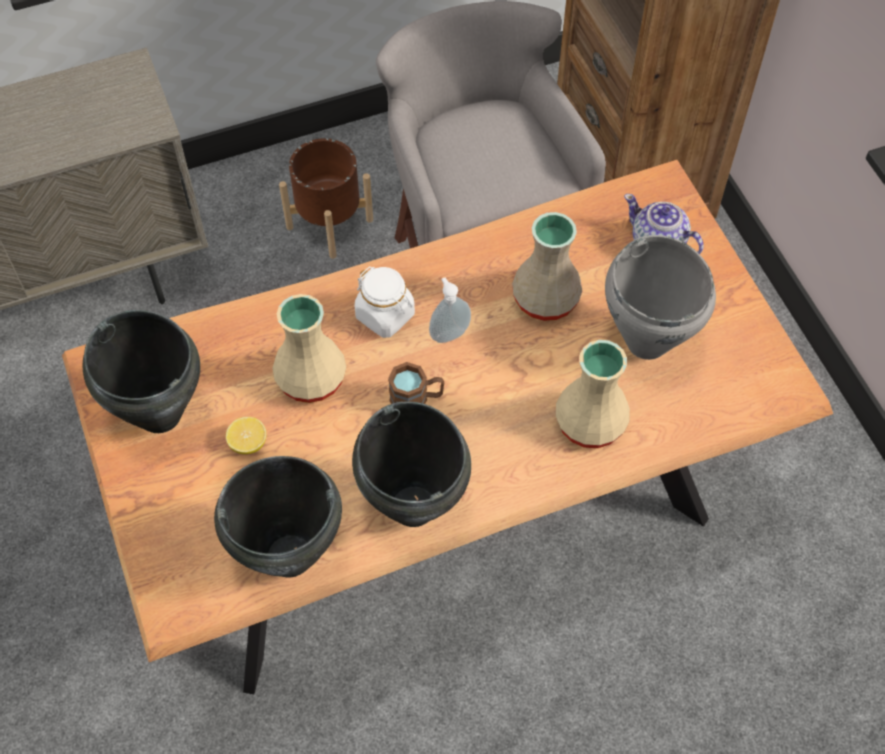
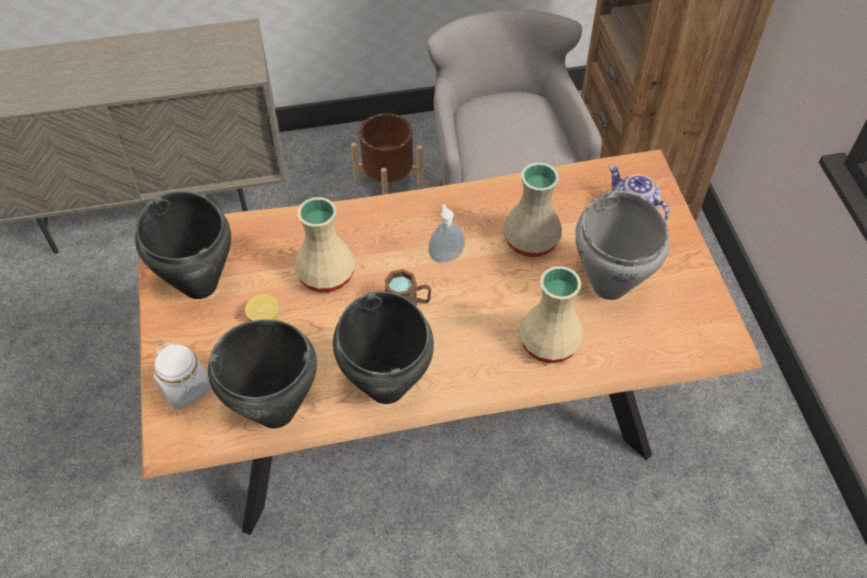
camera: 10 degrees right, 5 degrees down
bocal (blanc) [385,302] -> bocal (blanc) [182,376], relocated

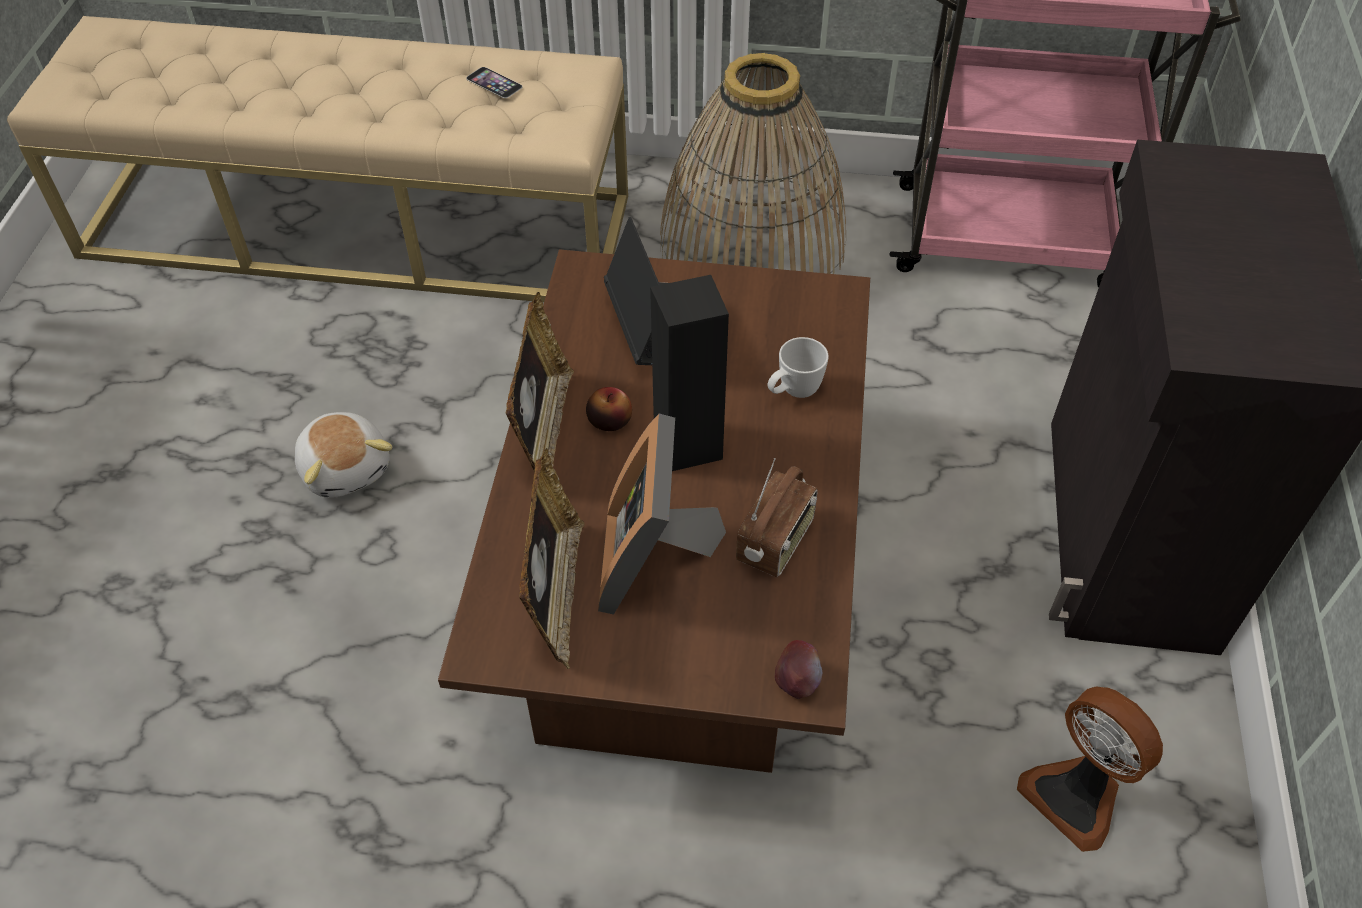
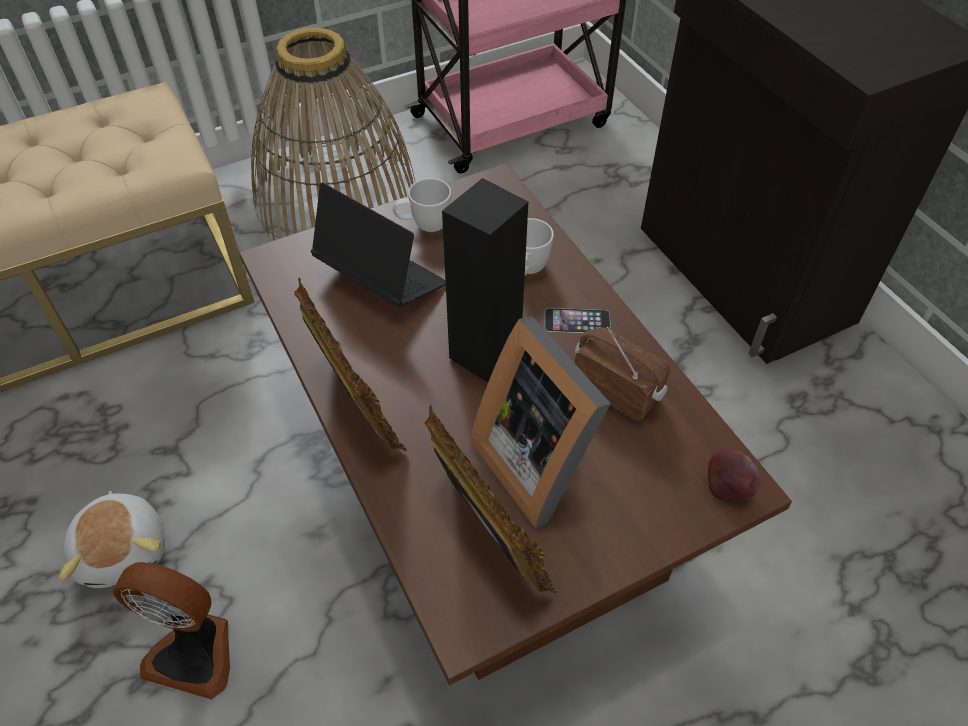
camera: 35 degrees left, 0 degrees up
peluche [343,455] -> peluche [112,539], 45 degrees clockwise
téléphone [494,82] -> téléphone [578,320], relocated
pomme [609,409] -> none
radio [777,517] -> radio [622,373], 45 degrees counterclockwise
ventilateur [1090,769] -> ventilateur [171,630], relocated
none -> mug (blanc) [422,205]

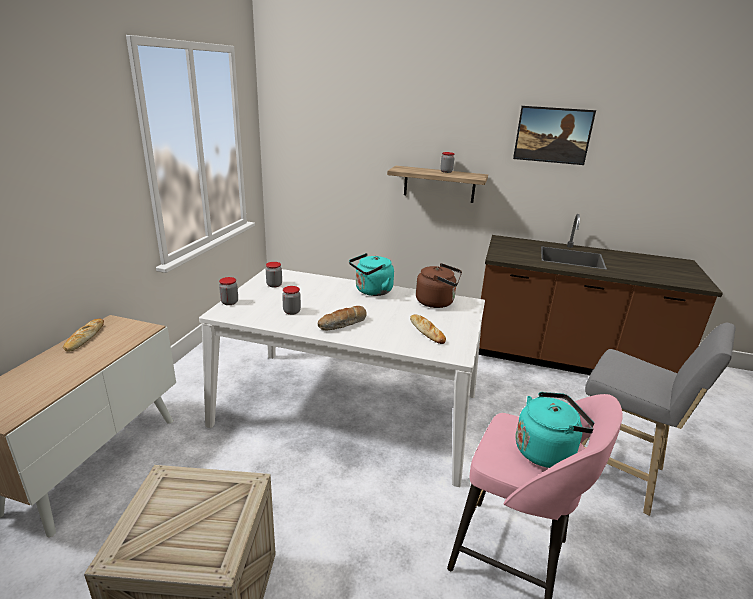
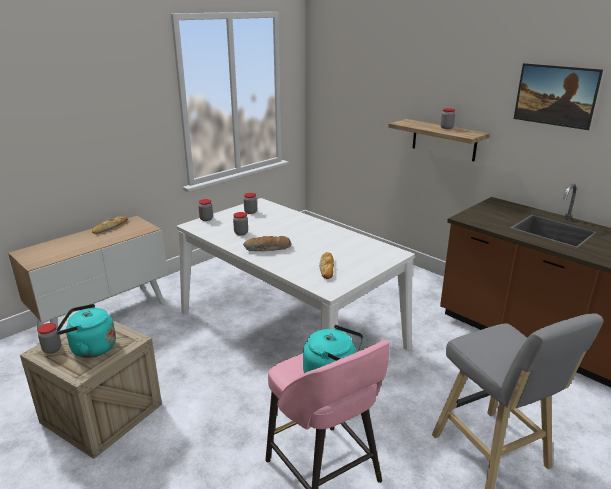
camera: 30 degrees right, 0 degrees up
bouilloire (turquoise) [371,274] -> bouilloire (turquoise) [86,331], relocated
bouilloire (marron) [439,285] -> none
none -> bocal [49,338]

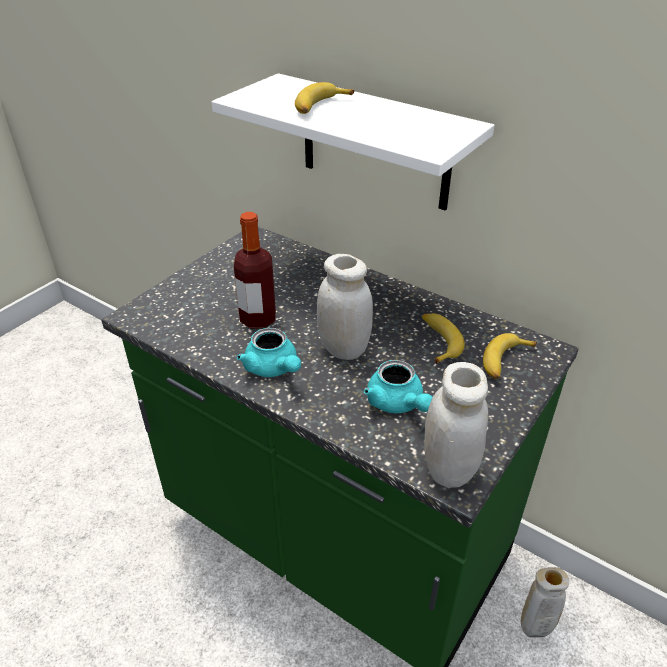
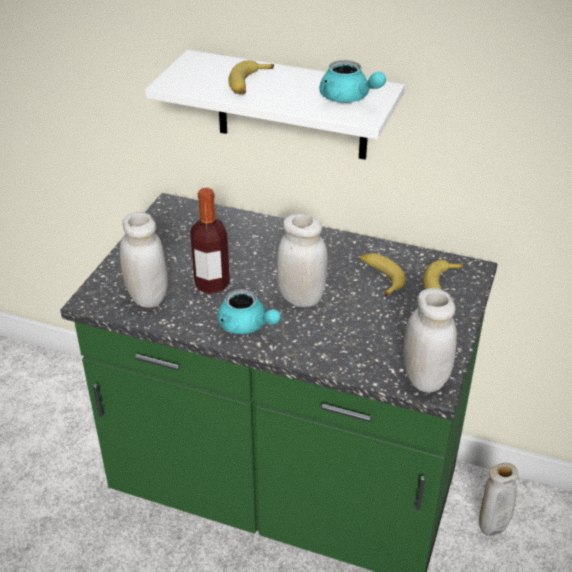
camera: 15 degrees left, 0 degrees up
théière (turquoise) [398,387] -> théière (turquoise) [353,81], relocated
none -> bocal (blanc) [144,260]

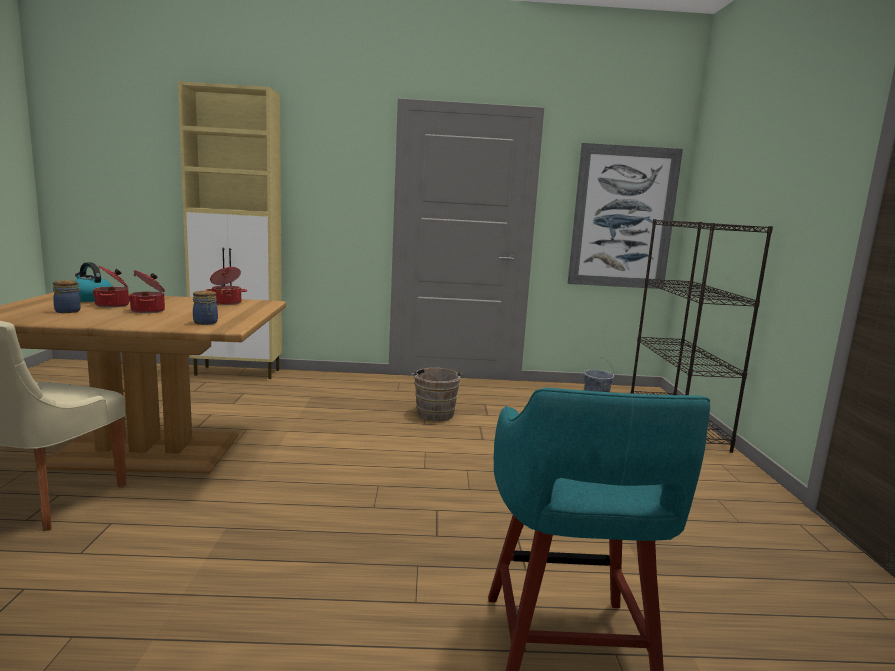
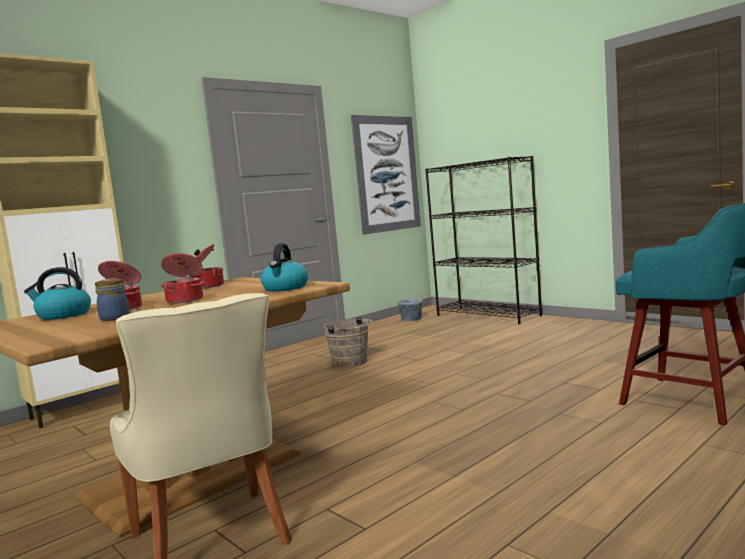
camera: 40 degrees left, 5 degrees down
bocal [205,308] -> bouilloire [284,267]

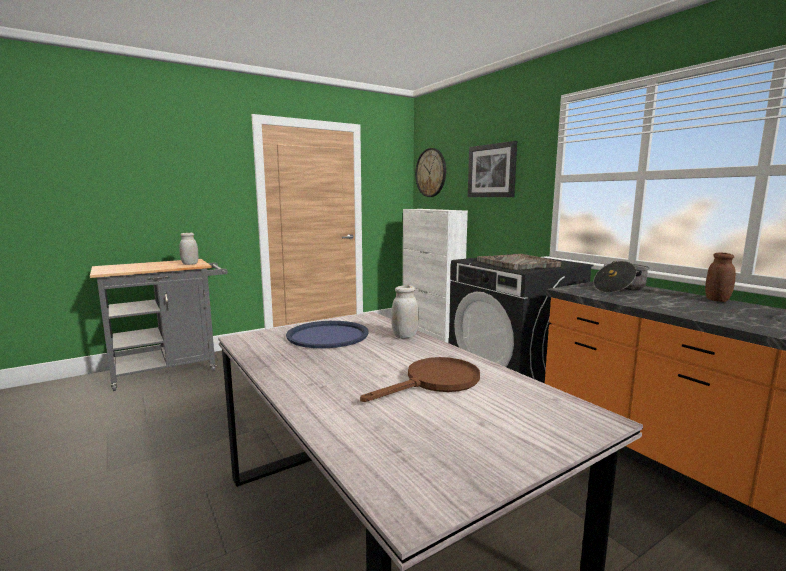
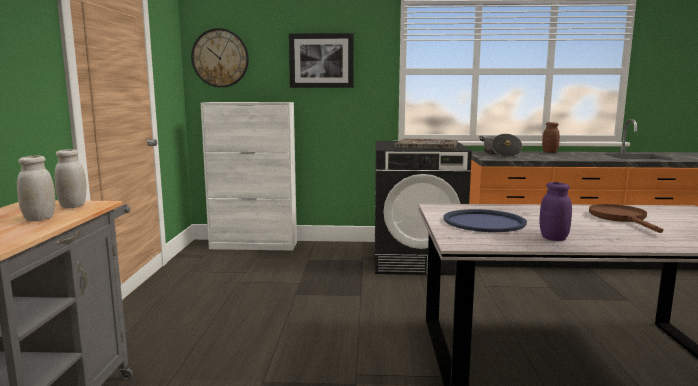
camera: 55 degrees left, 0 degrees up
bocal (blanc) [405,311] -> bocal (blanc) [36,188], relocated
none -> bocal (violet) [555,211]

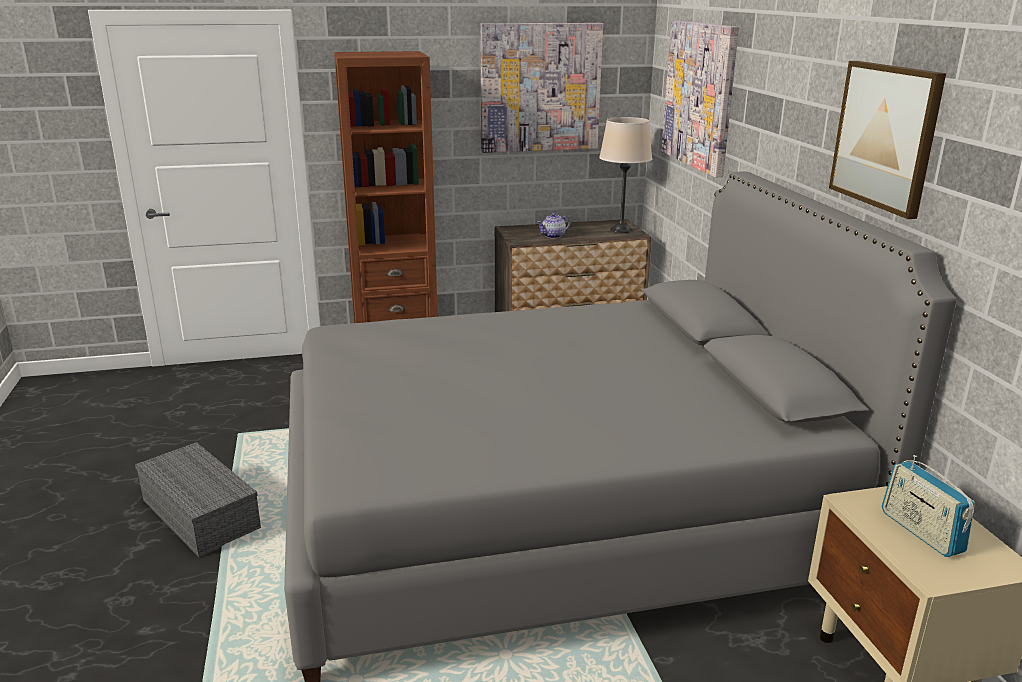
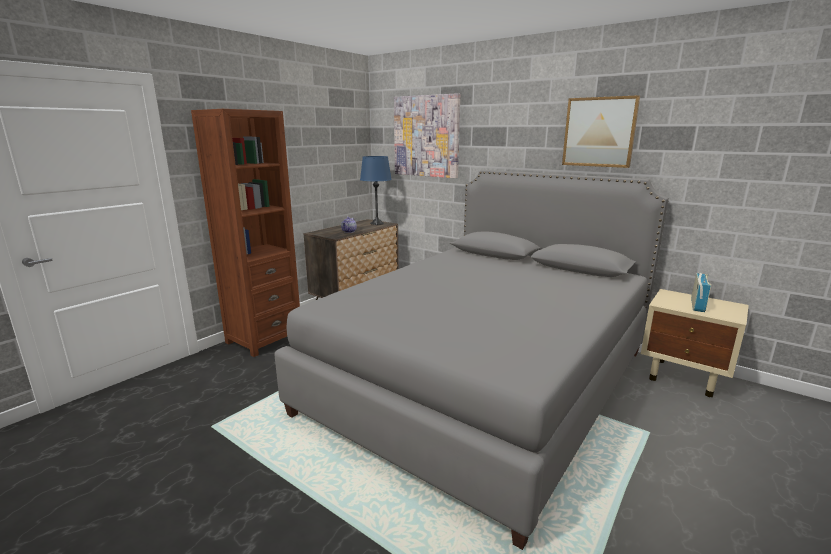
camera: 40 degrees left, 5 degrees down
boîte de rangement (gris) [198,499] -> none
tableau [541,88] -> none
lampe de table (beige) [625,175] -> lampe de table (bleu) [376,190]
radio [928,506] -> radio [701,292], 90 degrees counterclockwise

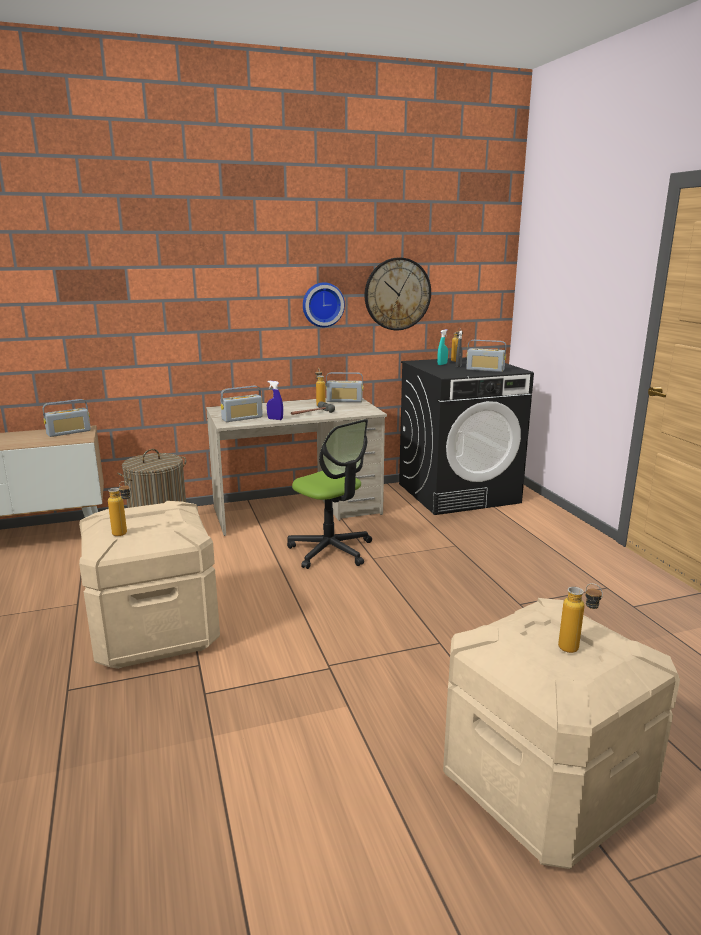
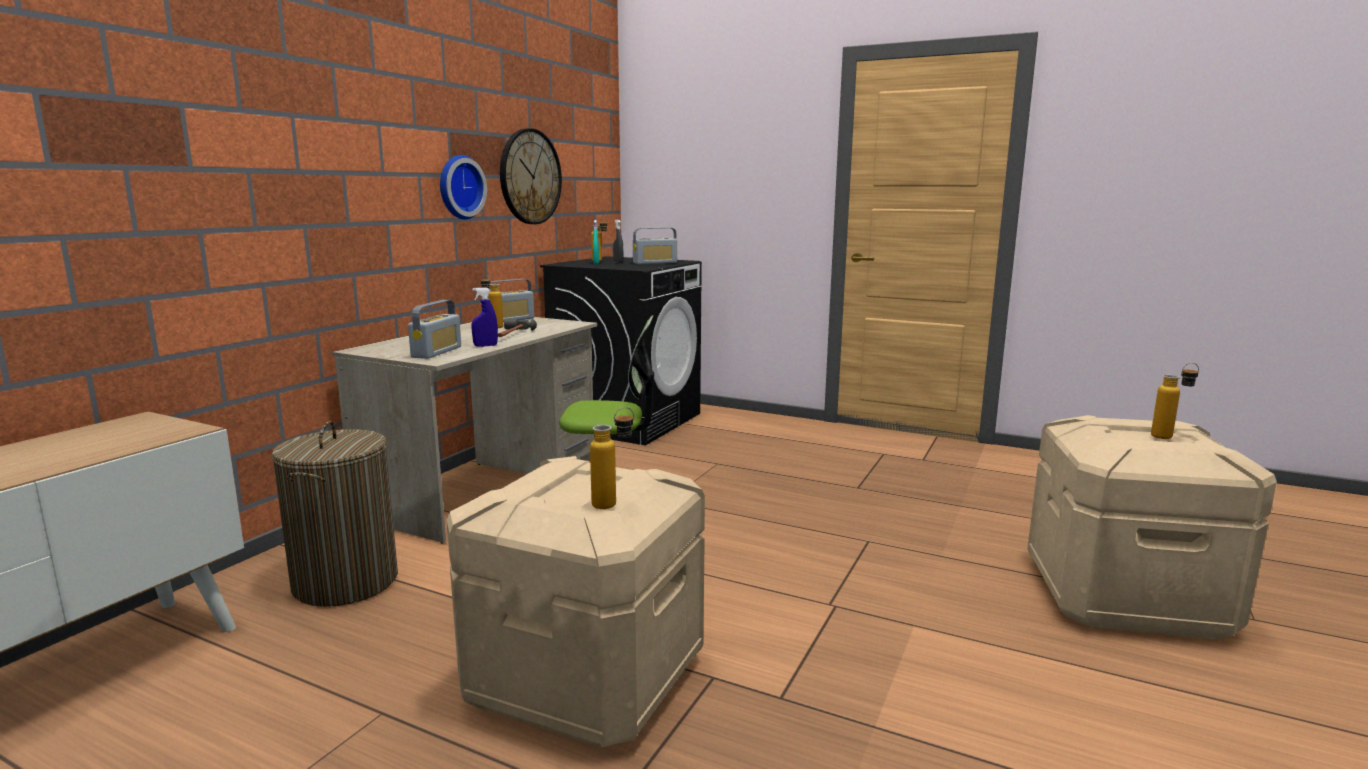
camera: 45 degrees left, 5 degrees down
radio [67,418] -> none

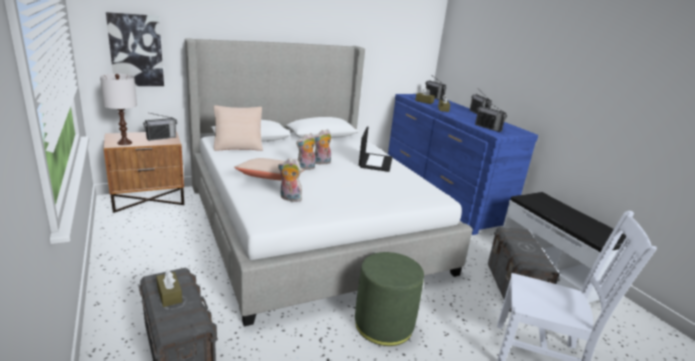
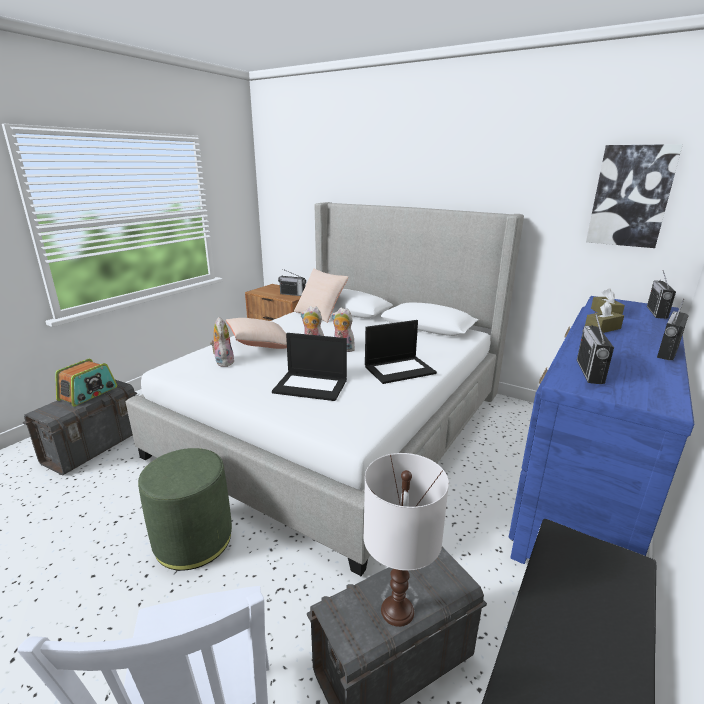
camera: 60 degrees right, 0 degrees up
lampe de table (blanc) [118,109] -> lampe de table (blanc) [406,540], relocated
tableau [135,49] -> tableau [634,196], relocated
boîte à mouchoirs (marron) [169,288] -> radio [86,383]
none -> ordinateur portable [309,367]

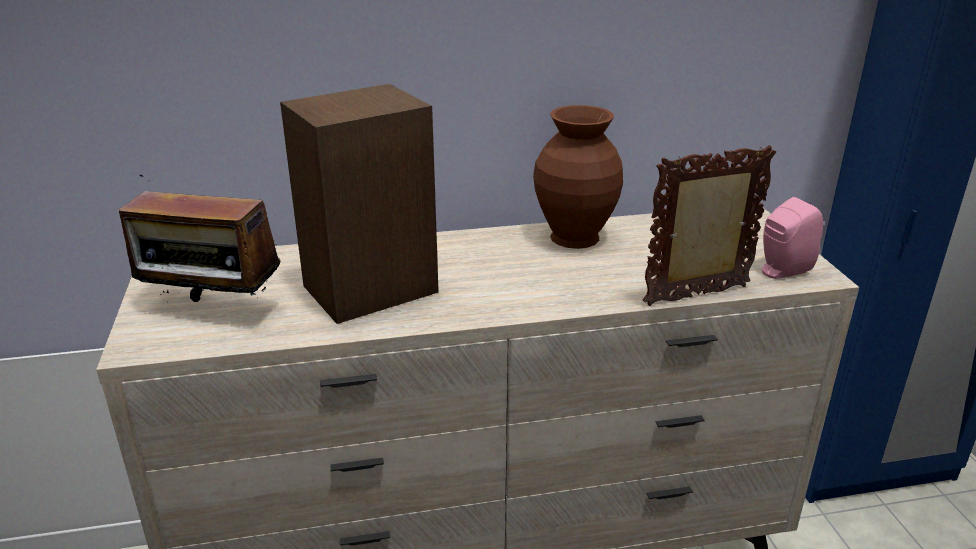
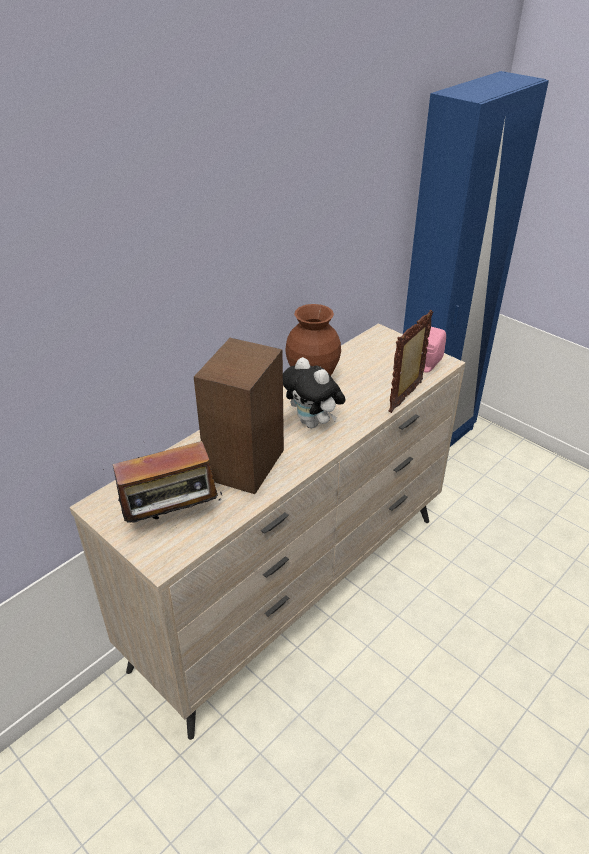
camera: 35 degrees left, 10 degrees up
none -> peluche [314,392]

